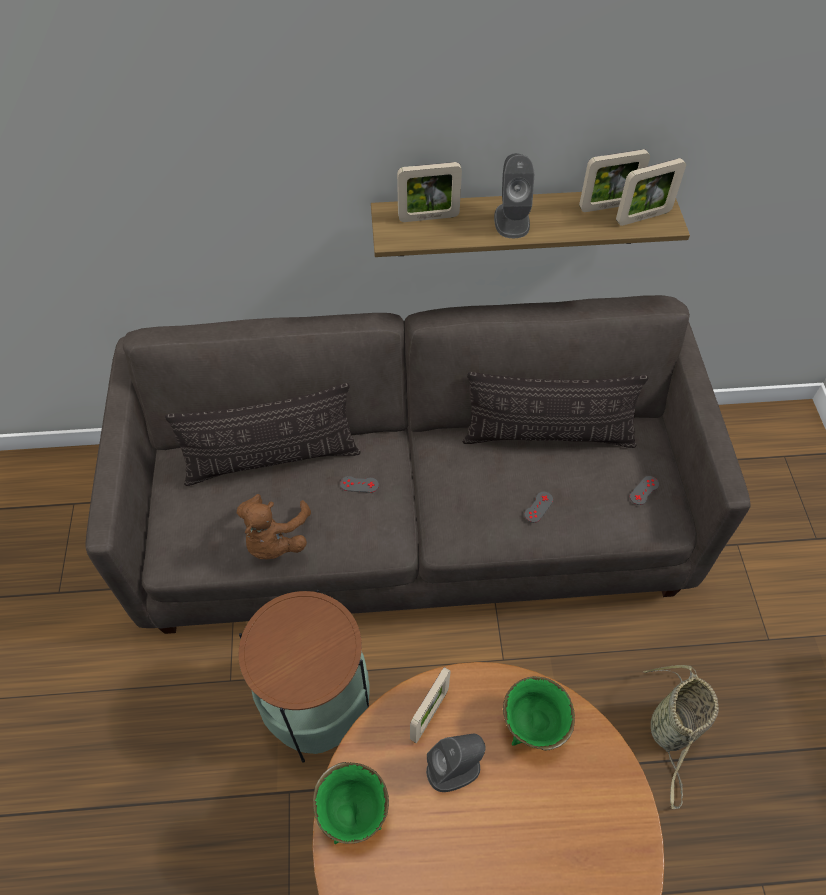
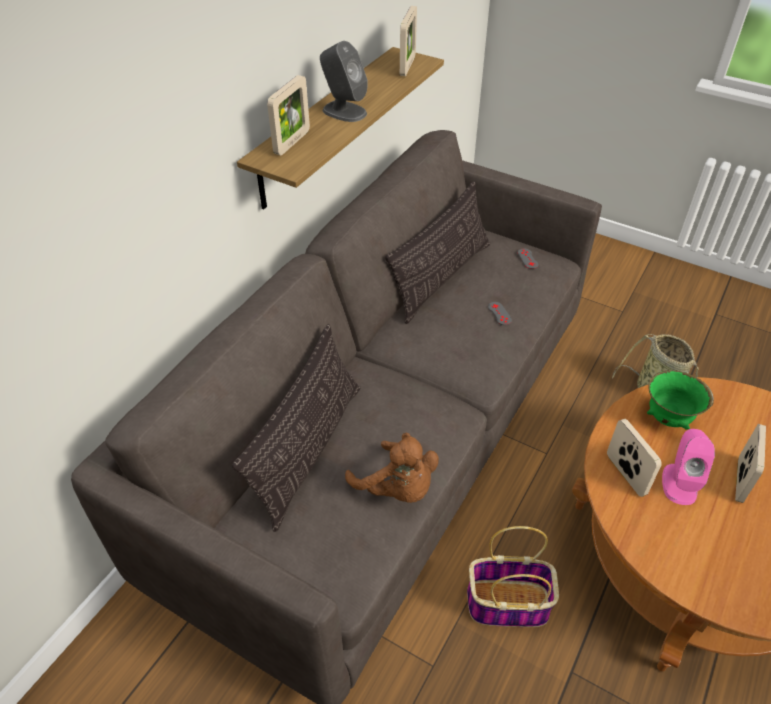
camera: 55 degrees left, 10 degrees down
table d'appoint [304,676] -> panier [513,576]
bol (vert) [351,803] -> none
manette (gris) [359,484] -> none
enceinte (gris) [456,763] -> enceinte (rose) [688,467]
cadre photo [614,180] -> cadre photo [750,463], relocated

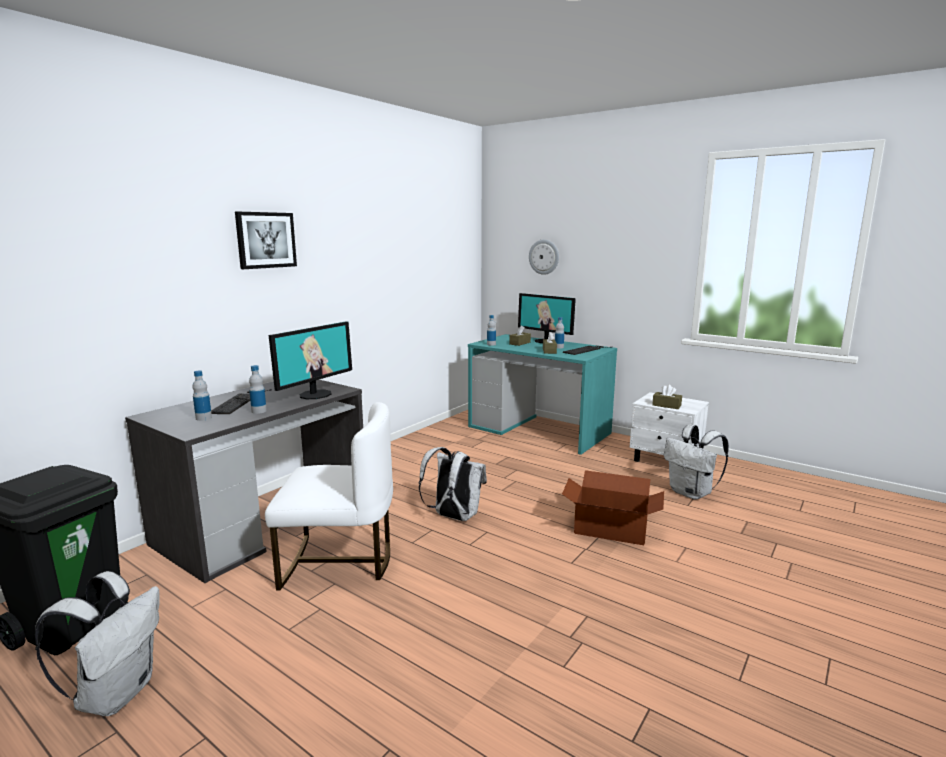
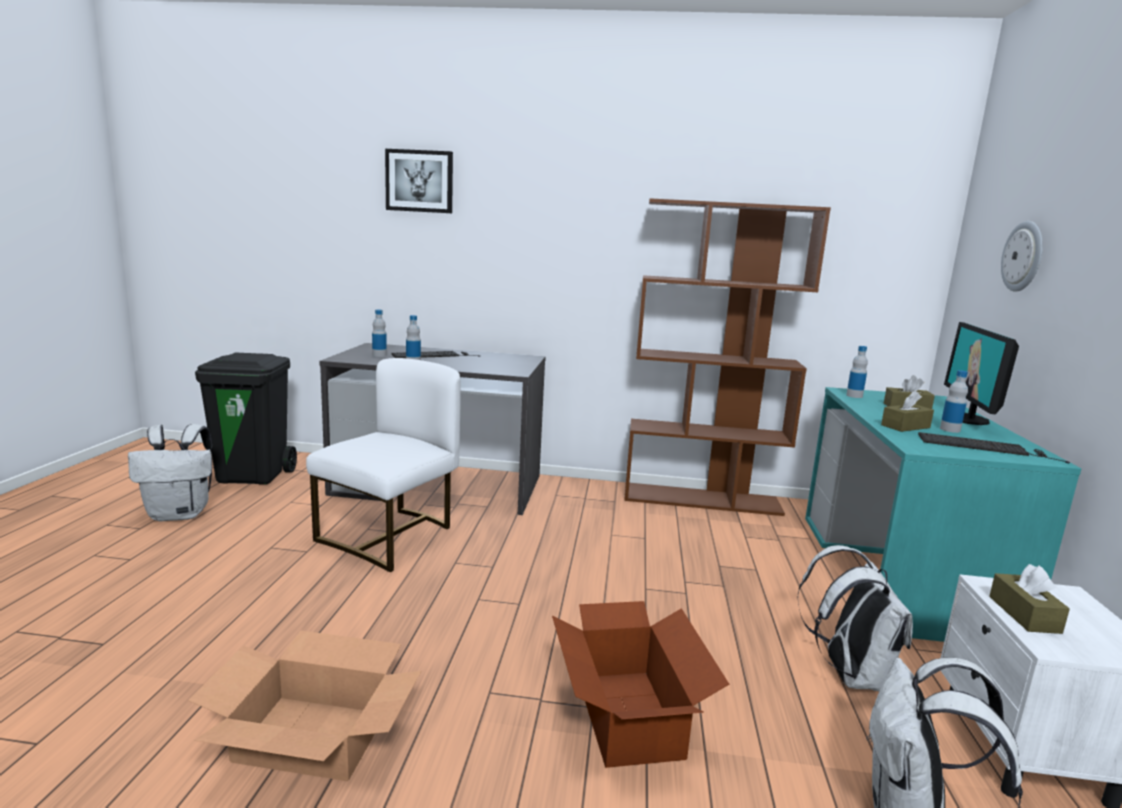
camera: 60 degrees right, 0 degrees up
tableau [266,240] -> tableau [419,181], relocated
chaise (blanc) [329,496] -> chaise (blanc) [383,465], 120 degrees counterclockwise
écran d'ordinateur [310,360] -> none
sac à dos (blanc) [453,484] -> sac à dos (blanc) [855,618], relocated
none -> carton [304,706]
none -> bibliothèque (marron) [727,357]

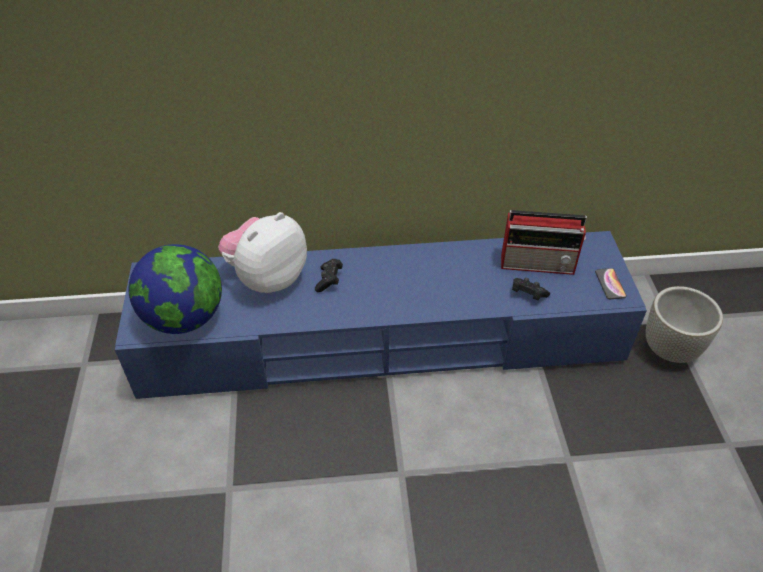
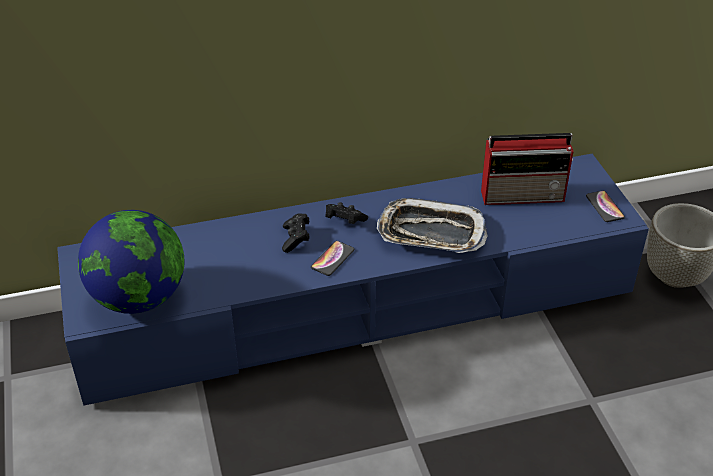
camera: 10 degrees left, 5 degrees down
peluche [262,252] -> none
manette (noir) [531,289] -> manette (noir) [346,213], relocated
none -> téléphone [332,258]
none -> plateau [432,225]

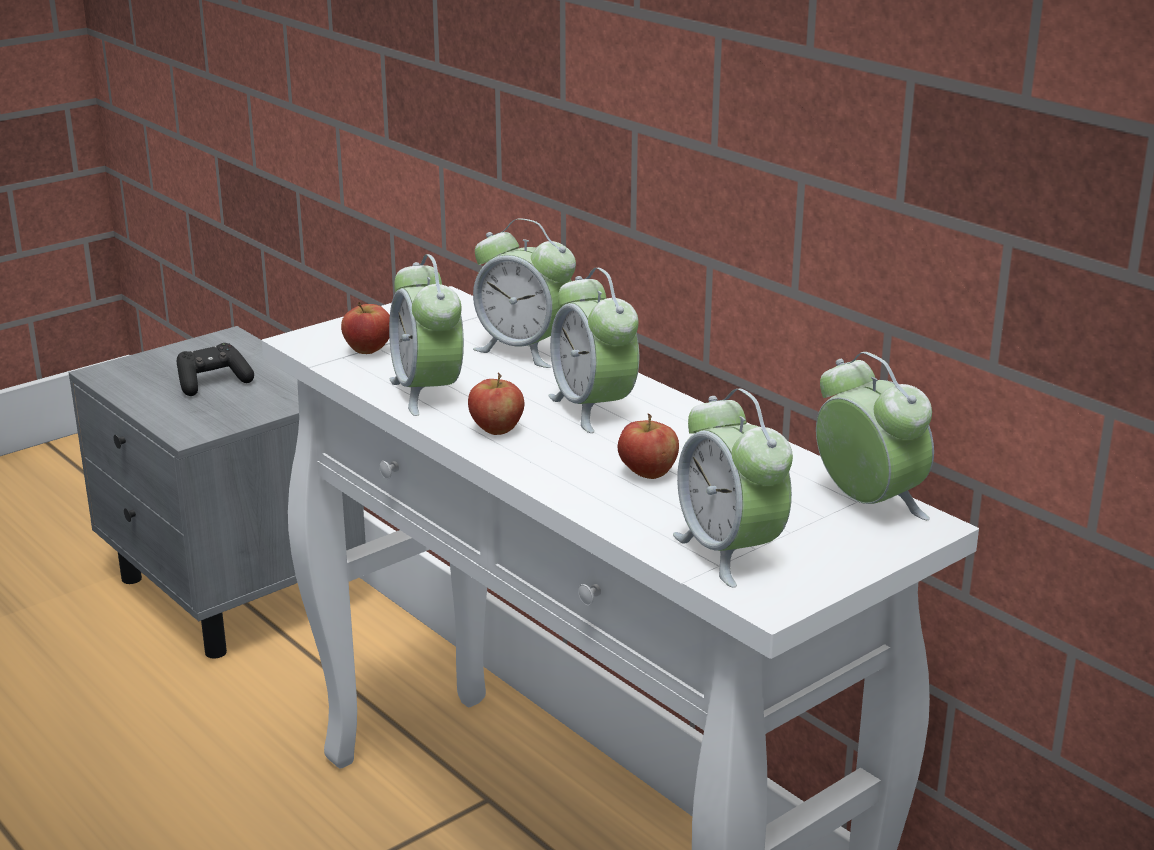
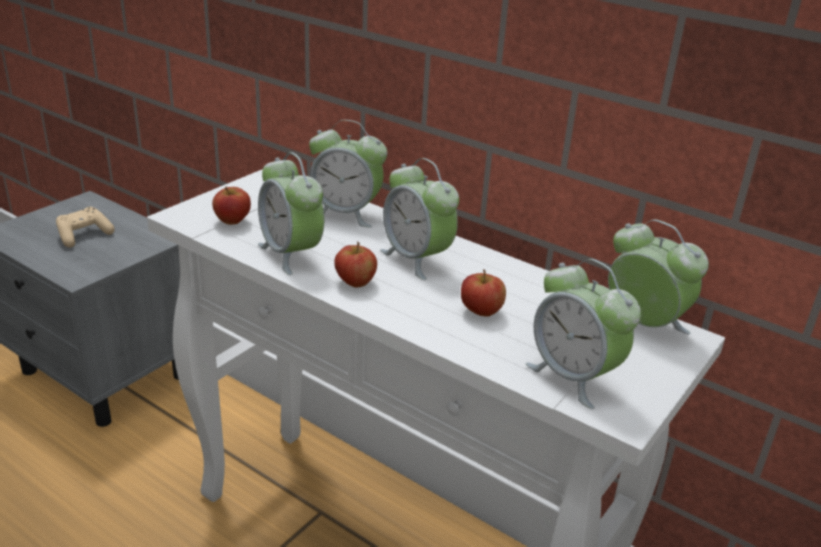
camera: 15 degrees left, 5 degrees up
manette (noir) [215,369] -> manette (beige) [85,227]

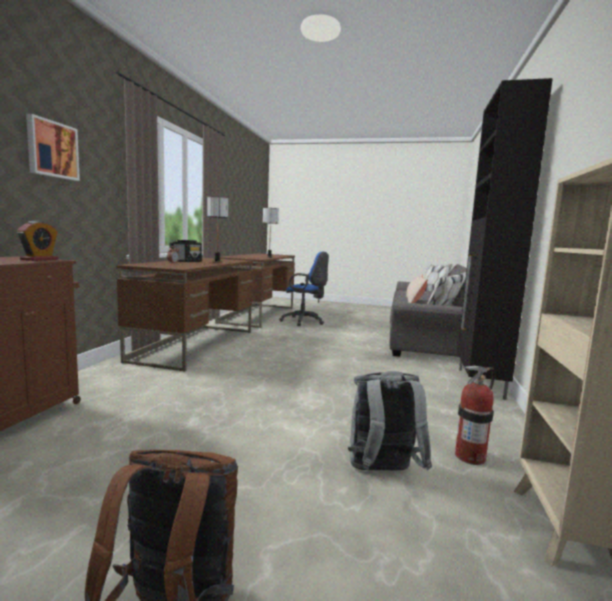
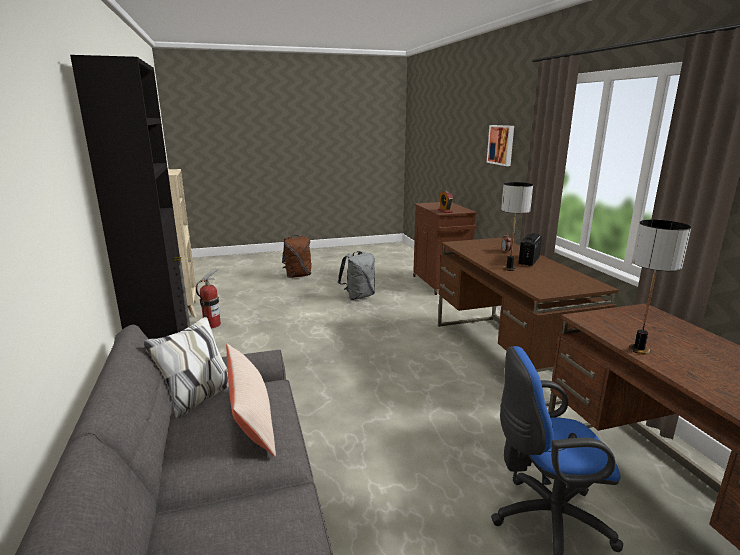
camera: 150 degrees right, 10 degrees up
sac à dos (gris) [390,421] -> sac à dos (gris) [356,275], relocated

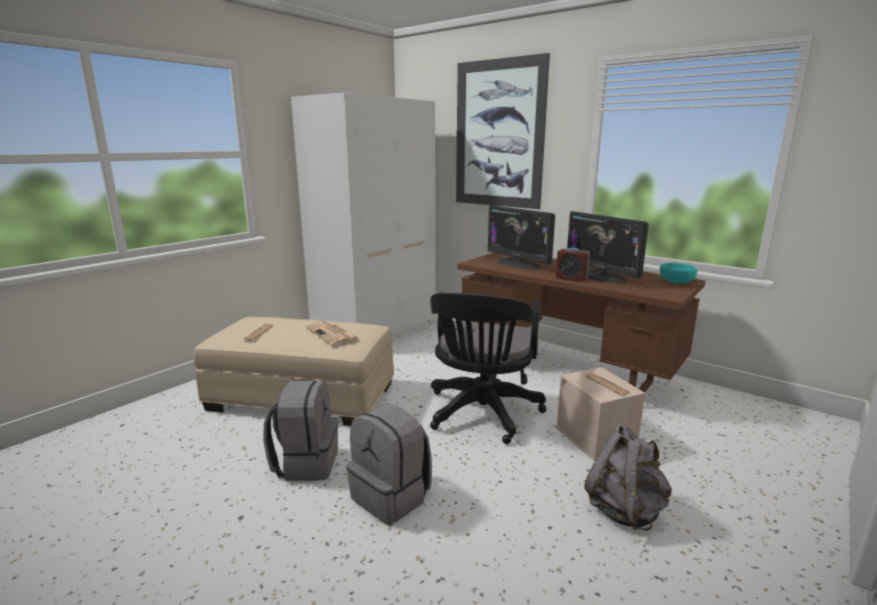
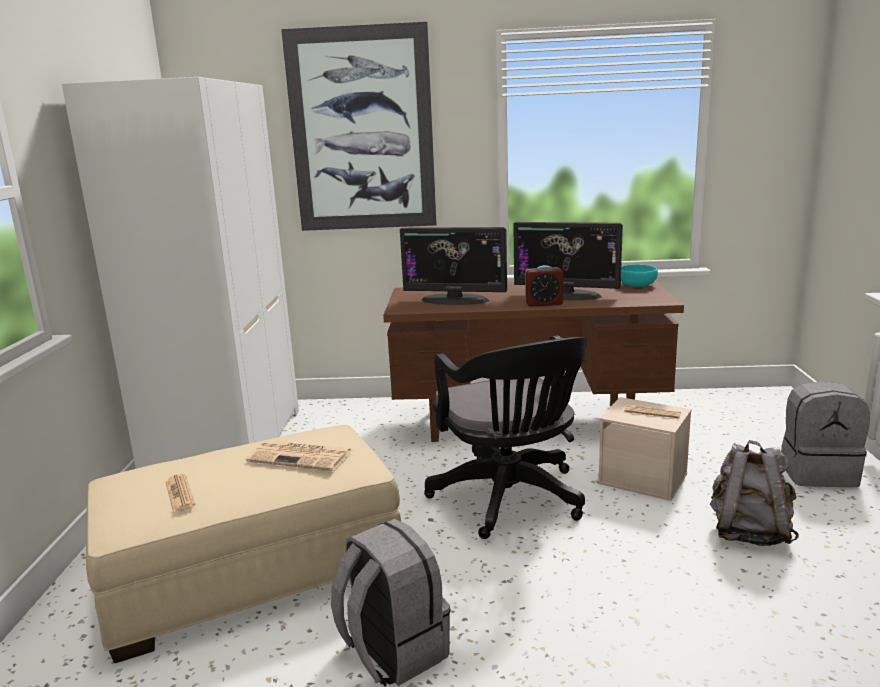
camera: 35 degrees left, 0 degrees up
sac à dos (gris) [389,464] -> sac à dos (gris) [825,434], relocated

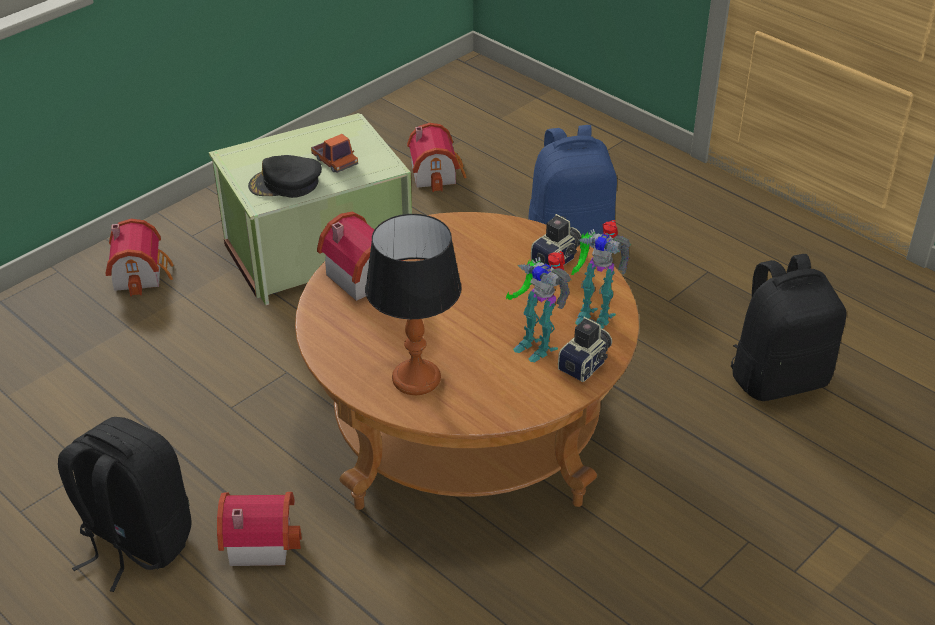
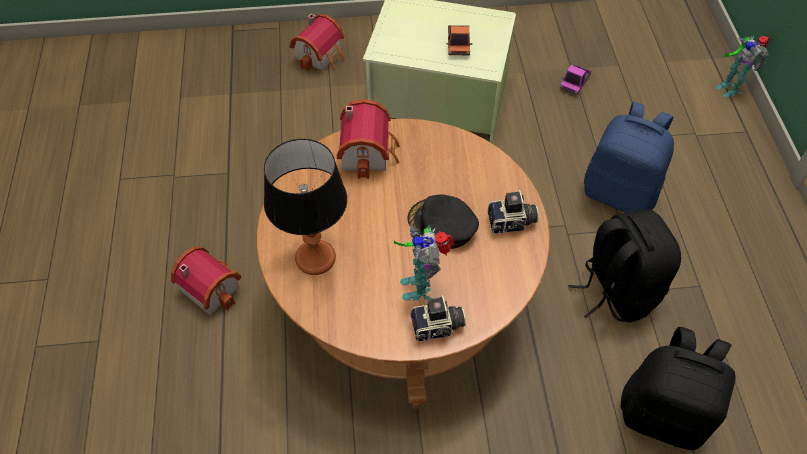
camera: 40 degrees right, 15 degrees up
sac à dos (noir) [124,504] -> sac à dos (noir) [624,265], relocated
casquette (noir) [285,176] -> casquette (noir) [443,222], relocated
maison miniature [437,157] -> camion jouet [575,79]
robot jouet [601,274] -> robot jouet [743,66], relocated

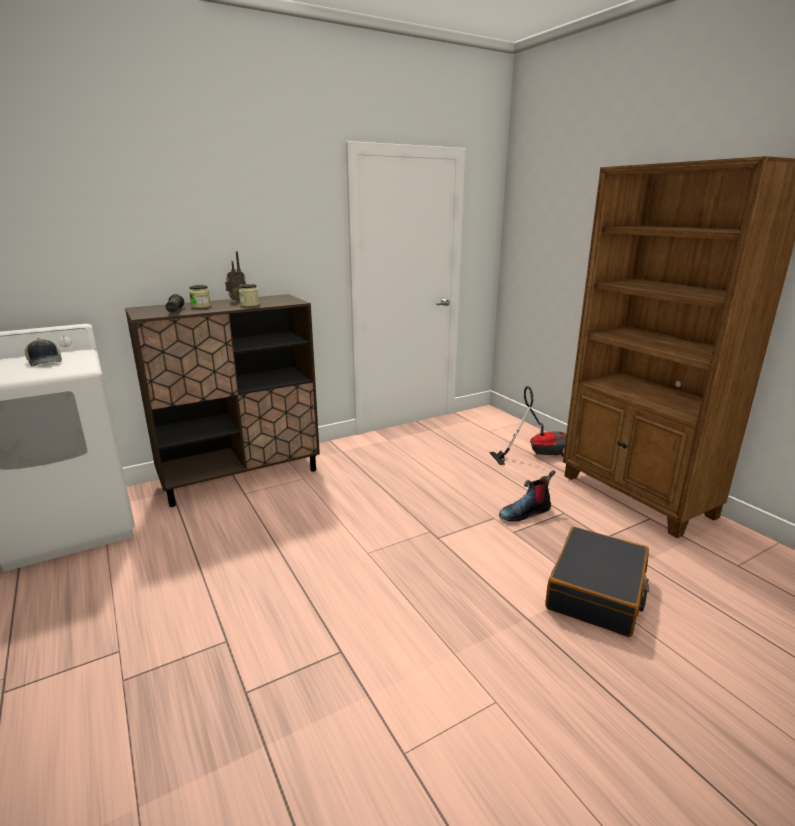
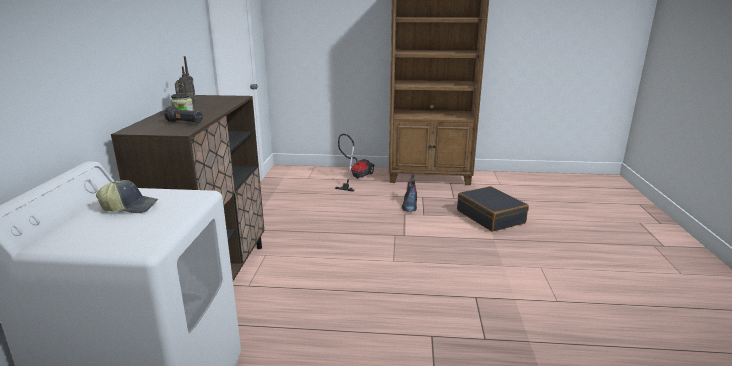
camera: 55 degrees left, 0 degrees up
bocal [248,295] -> none

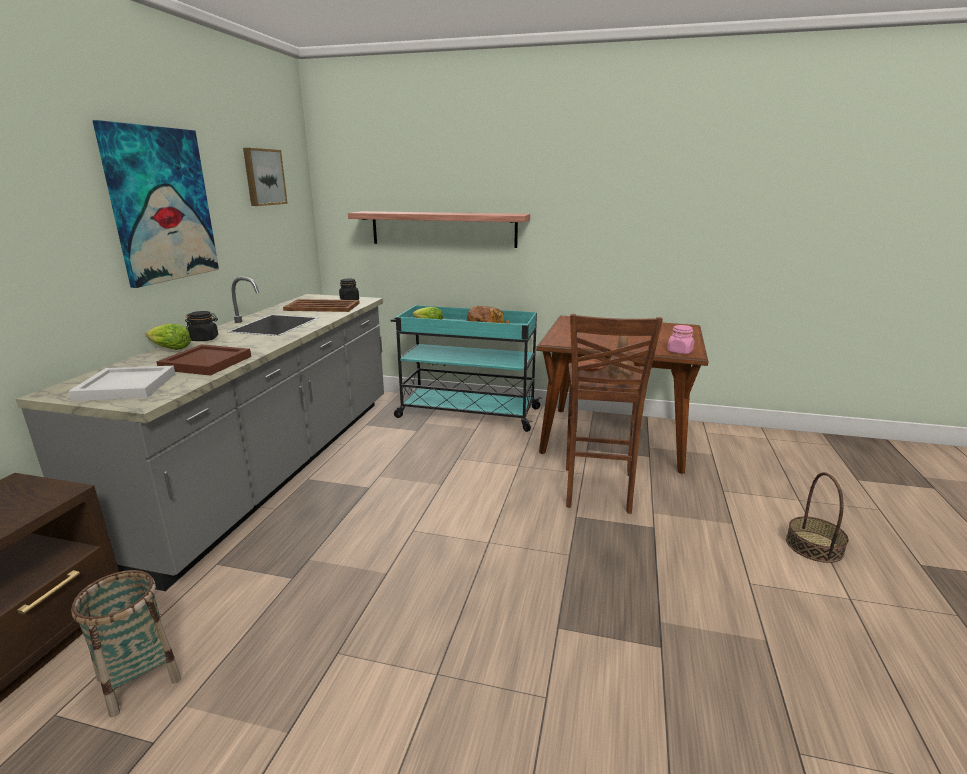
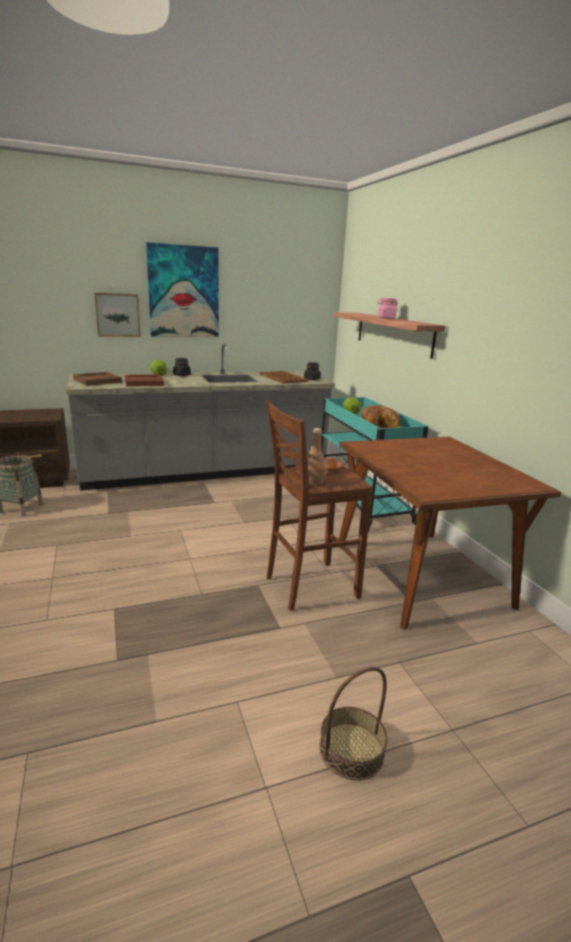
camera: 55 degrees right, 0 degrees up
plateau (blanc) [121,383] -> plateau (marron) [97,379]
tableau [265,177] -> tableau [118,315], relocated
bocal (rose) [680,339] -> bocal (rose) [387,308], relocated

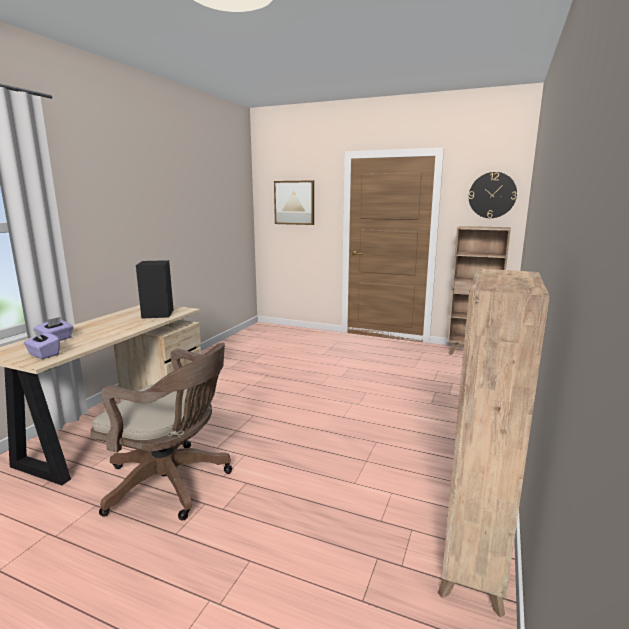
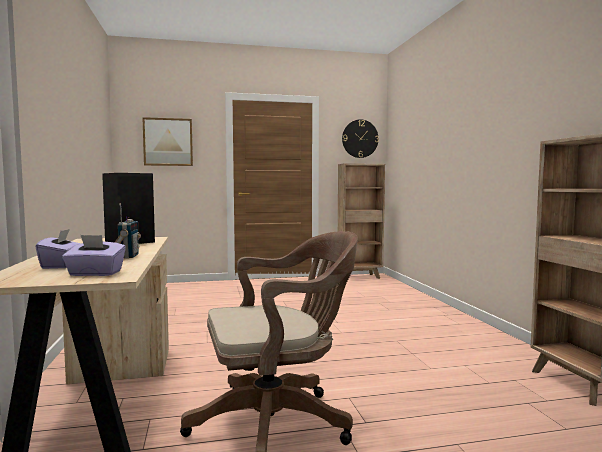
camera: 35 degrees left, 10 degrees down
none -> radio [127,231]

